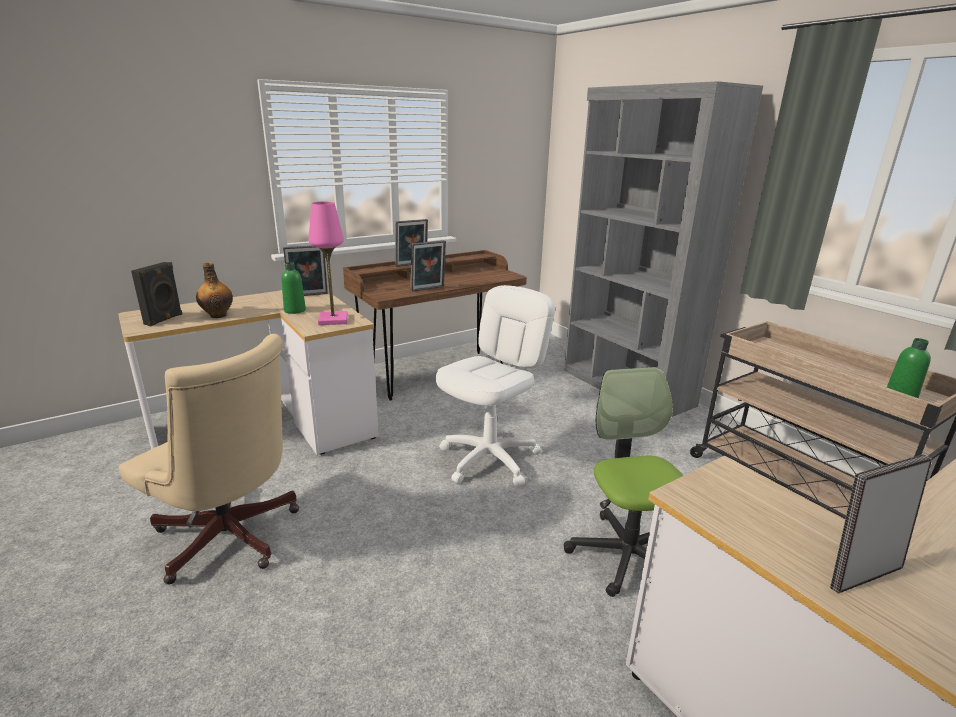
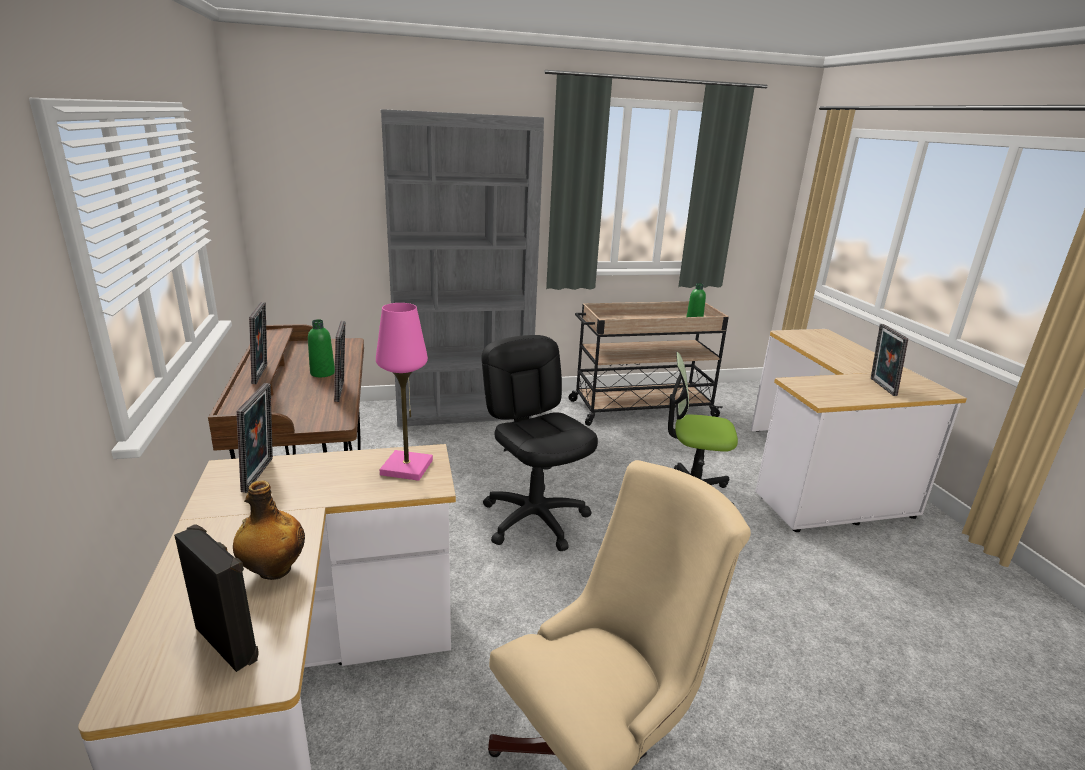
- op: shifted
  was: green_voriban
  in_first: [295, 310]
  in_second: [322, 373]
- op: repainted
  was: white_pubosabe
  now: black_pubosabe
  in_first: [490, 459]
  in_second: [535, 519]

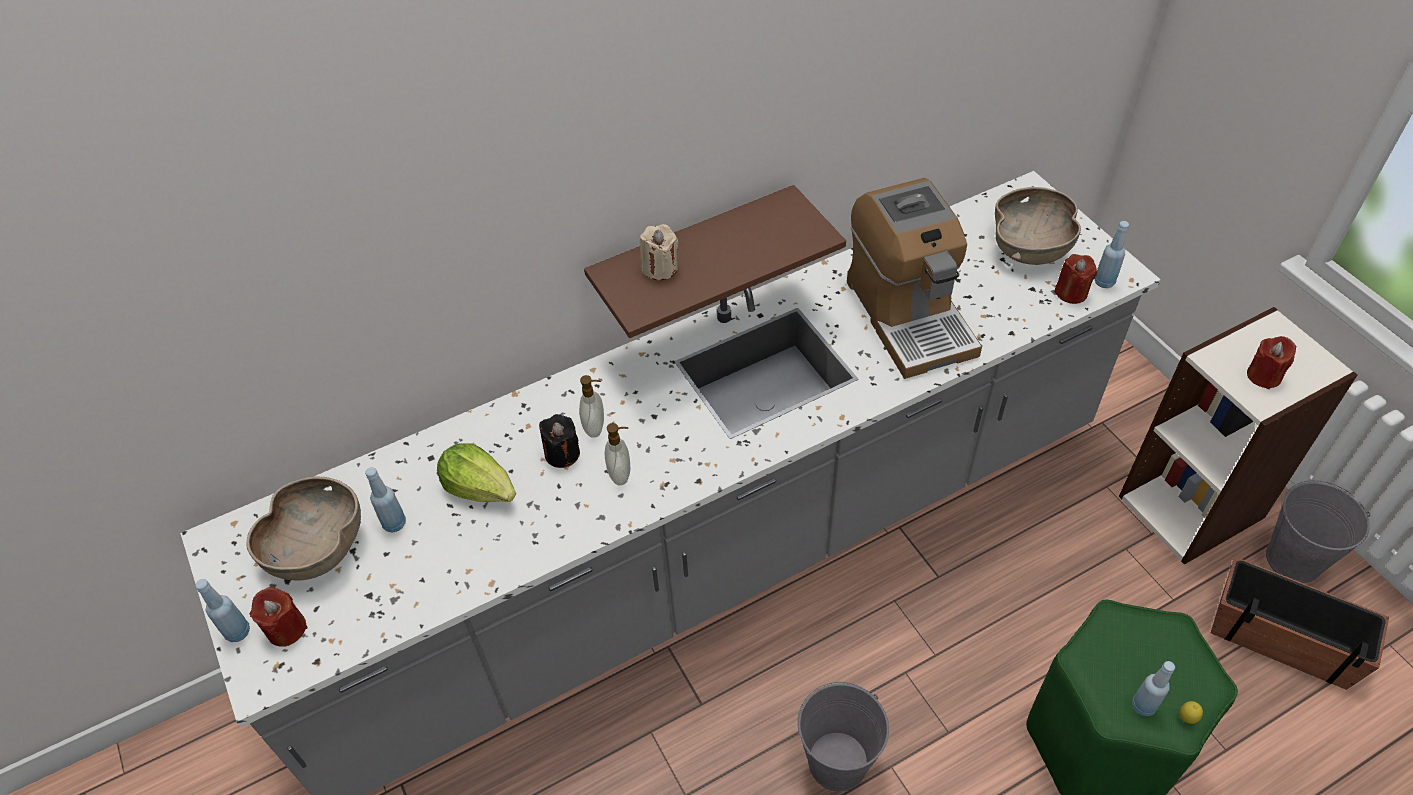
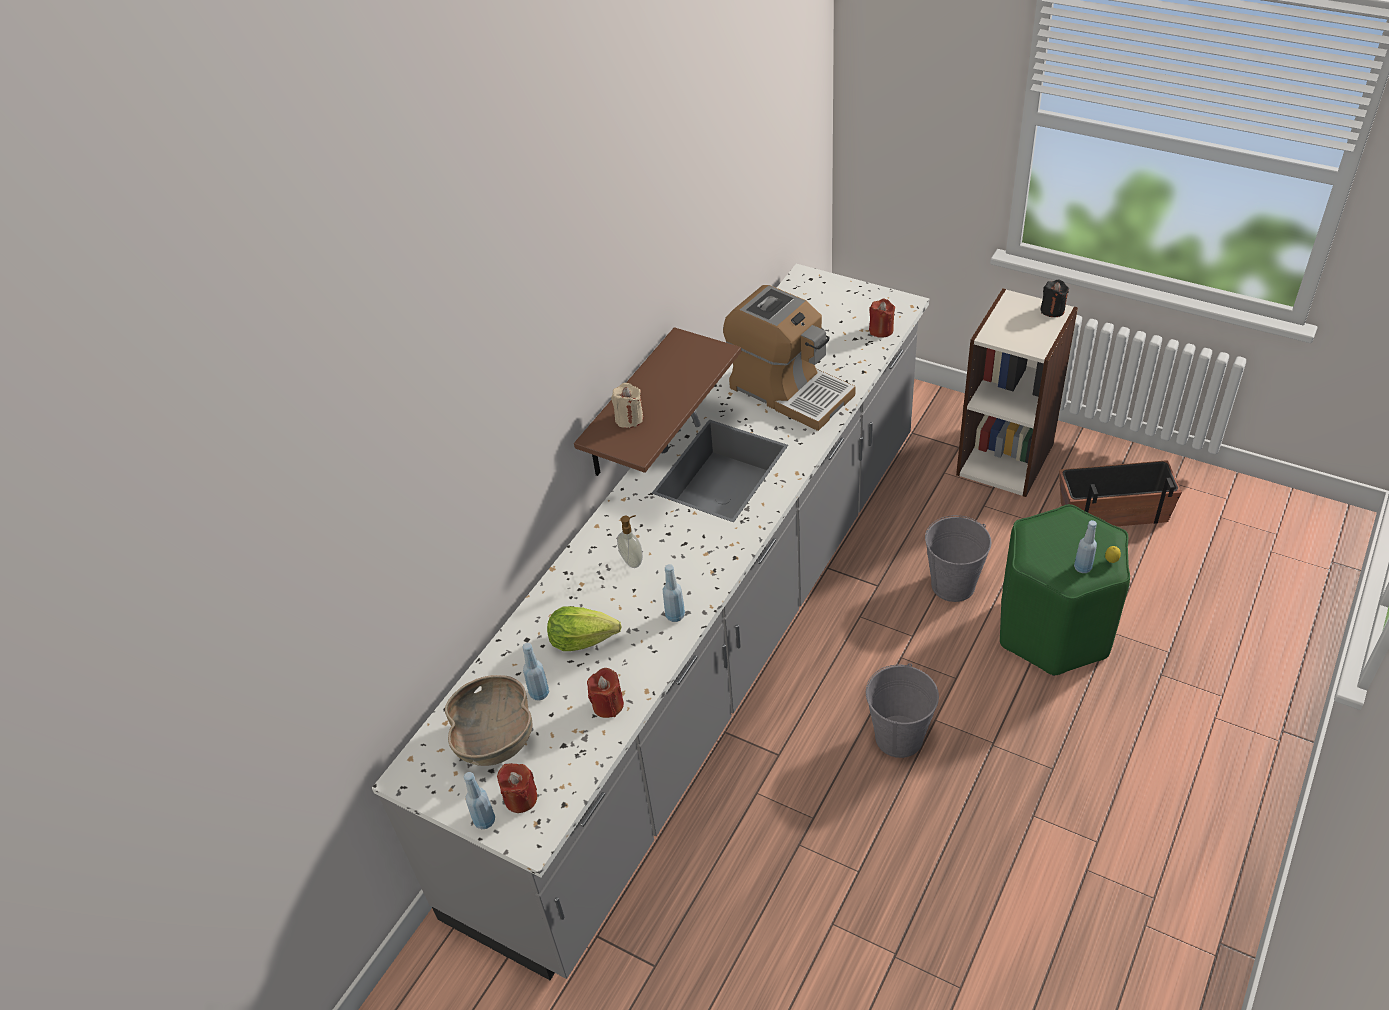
- op: shifted
  was: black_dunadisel
  in_first: [562, 454]
  in_second: [1052, 310]
- op: gone
  was: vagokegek
  in_first: [621, 474]
- op: gone
  was: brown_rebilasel
  in_first: [1030, 247]
- op: shifted
  was: blue_voriban
  in_first: [1104, 282]
  in_second: [675, 615]
- op: shifted
  was: red_dunadisel
  in_first: [1263, 376]
  in_second: [608, 705]
- op: shifted
  was: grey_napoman
  in_first: [1294, 560]
  in_second: [953, 585]

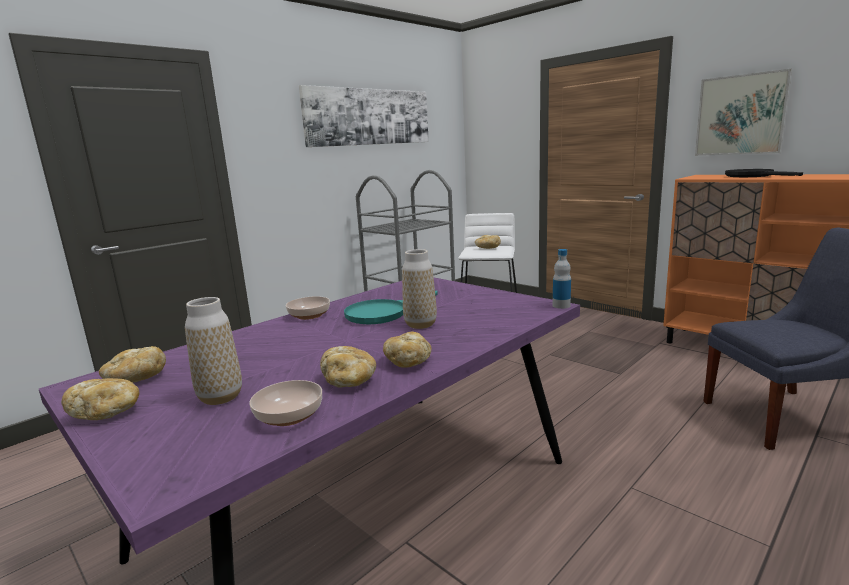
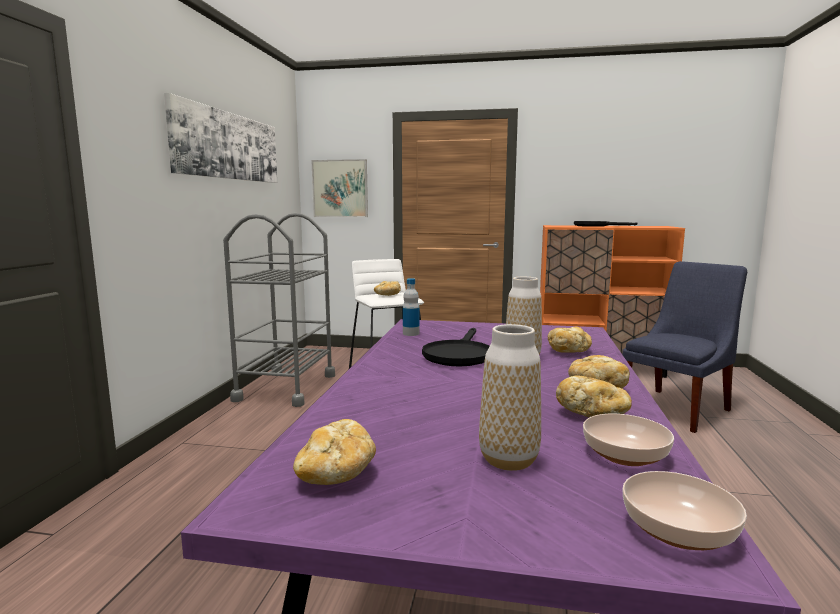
- op: shifted
  was: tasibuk
  in_first: [107, 412]
  in_second: [569, 351]
- op: shifted
  was: rebilasel
  in_first: [309, 315]
  in_second: [680, 530]
- op: repainted
  was: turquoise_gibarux
  now: black_gibarux
  in_first: [383, 313]
  in_second: [458, 354]
- op: shifted
  was: voriban
  in_first: [561, 306]
  in_second: [411, 333]
- op: shifted
  was: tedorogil
  in_first: [740, 115]
  in_second: [340, 188]

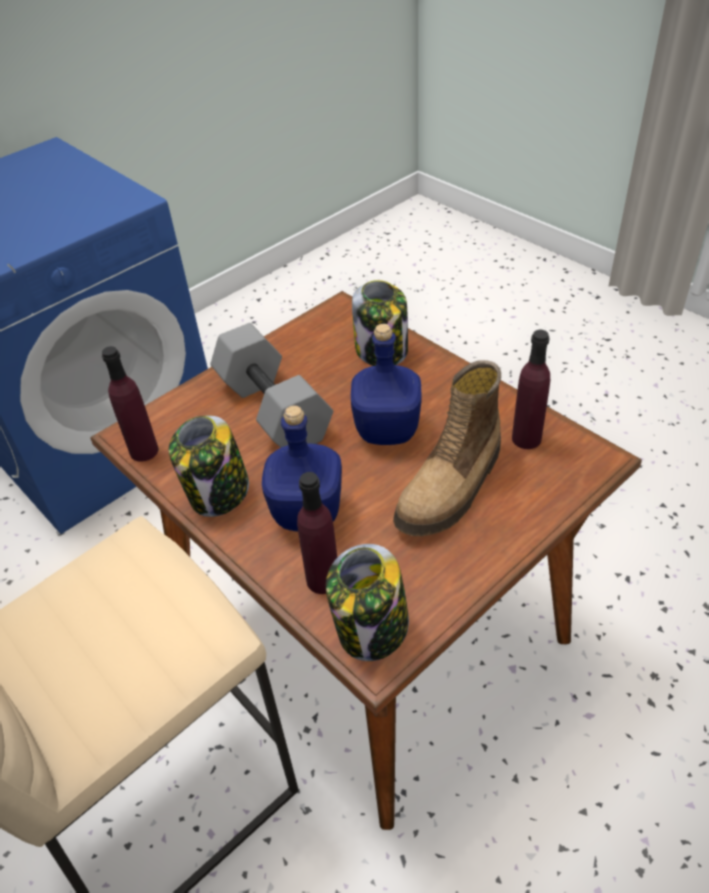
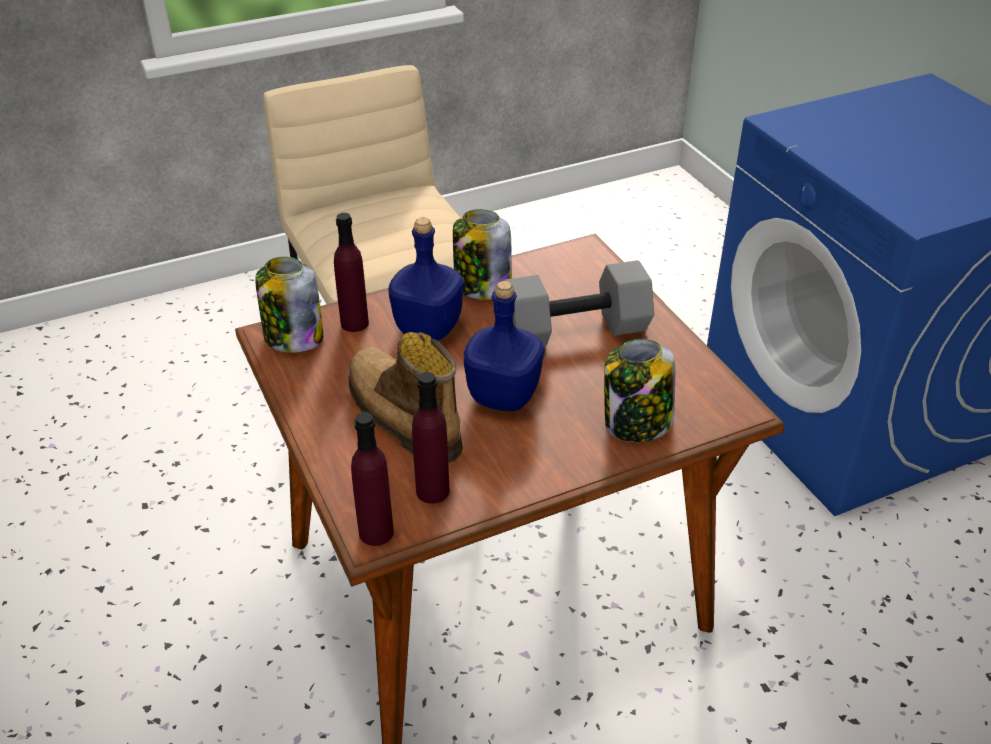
- op: shifted
  was: purple_voriban
  in_first: [144, 451]
  in_second: [376, 532]

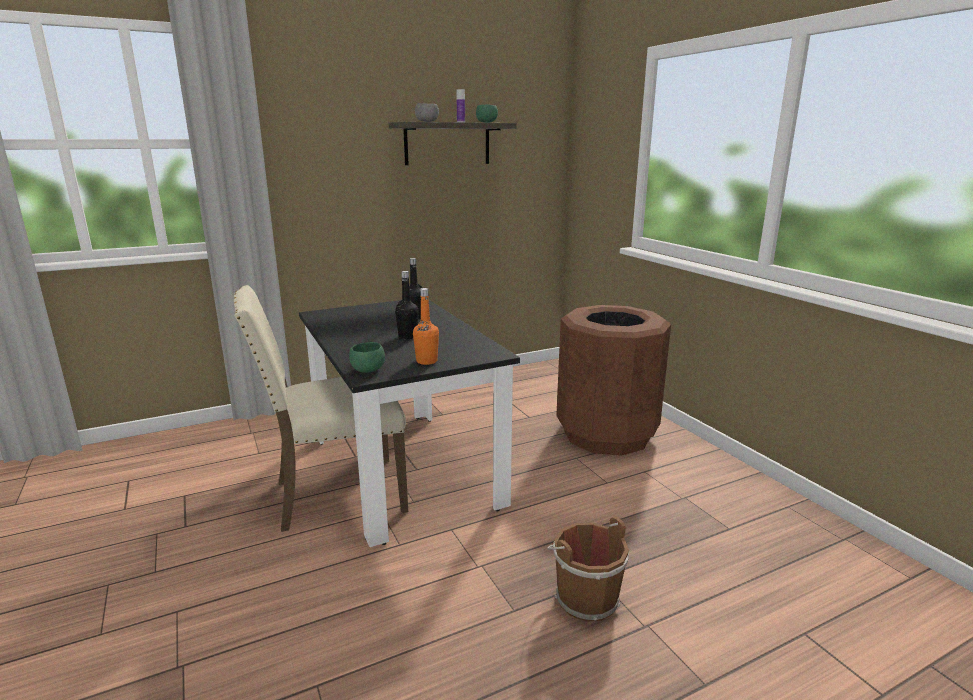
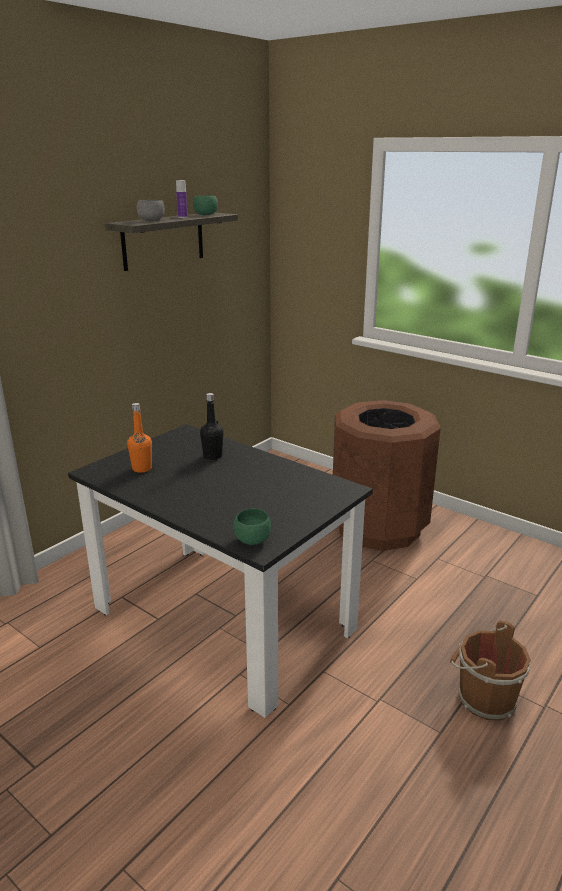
- op: gone
  was: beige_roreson
  in_first: [336, 495]
- op: gone
  was: black_voriban
  in_first: [408, 336]
- op: shifted
  was: orange_voriban
  in_first: [426, 361]
  in_second: [142, 468]

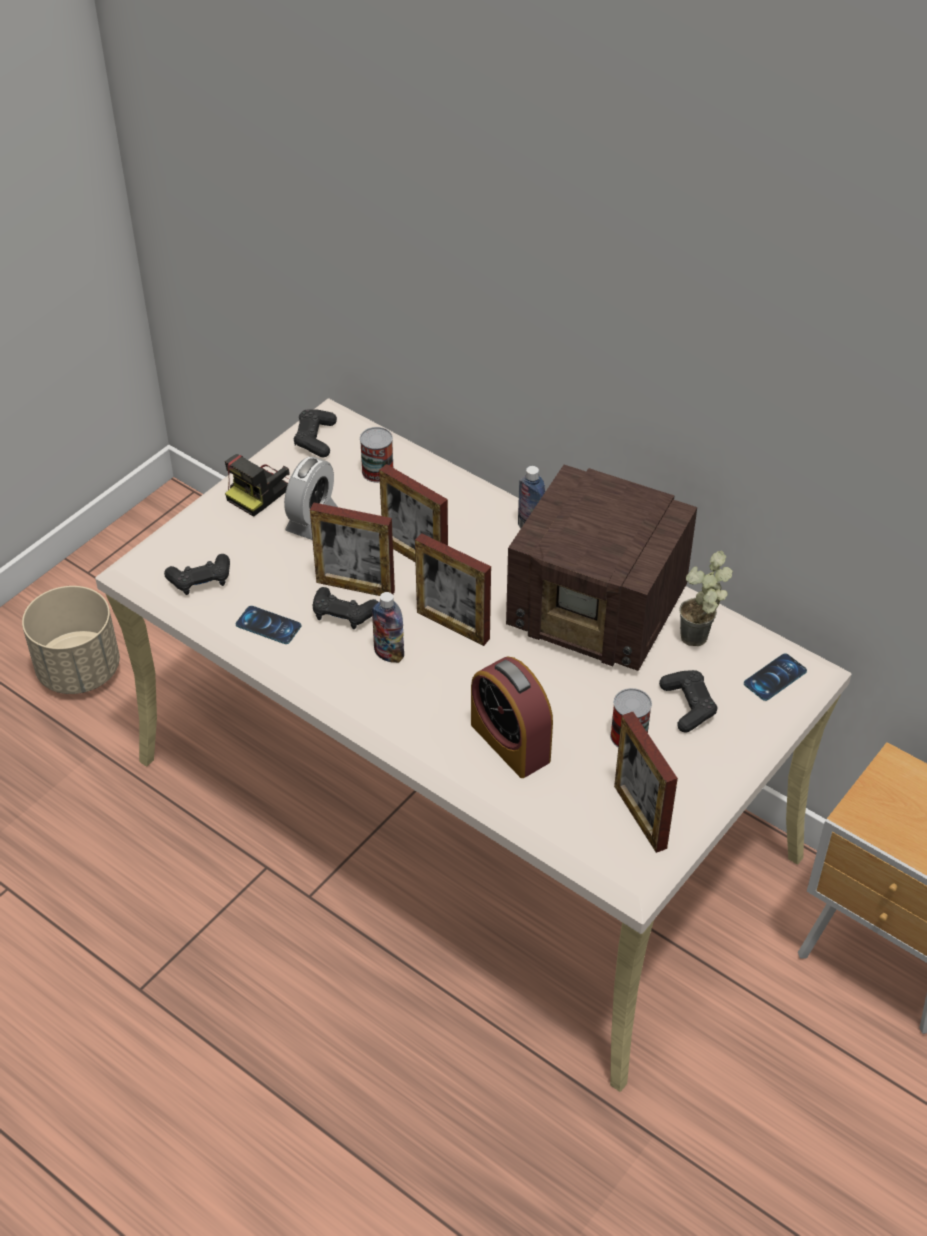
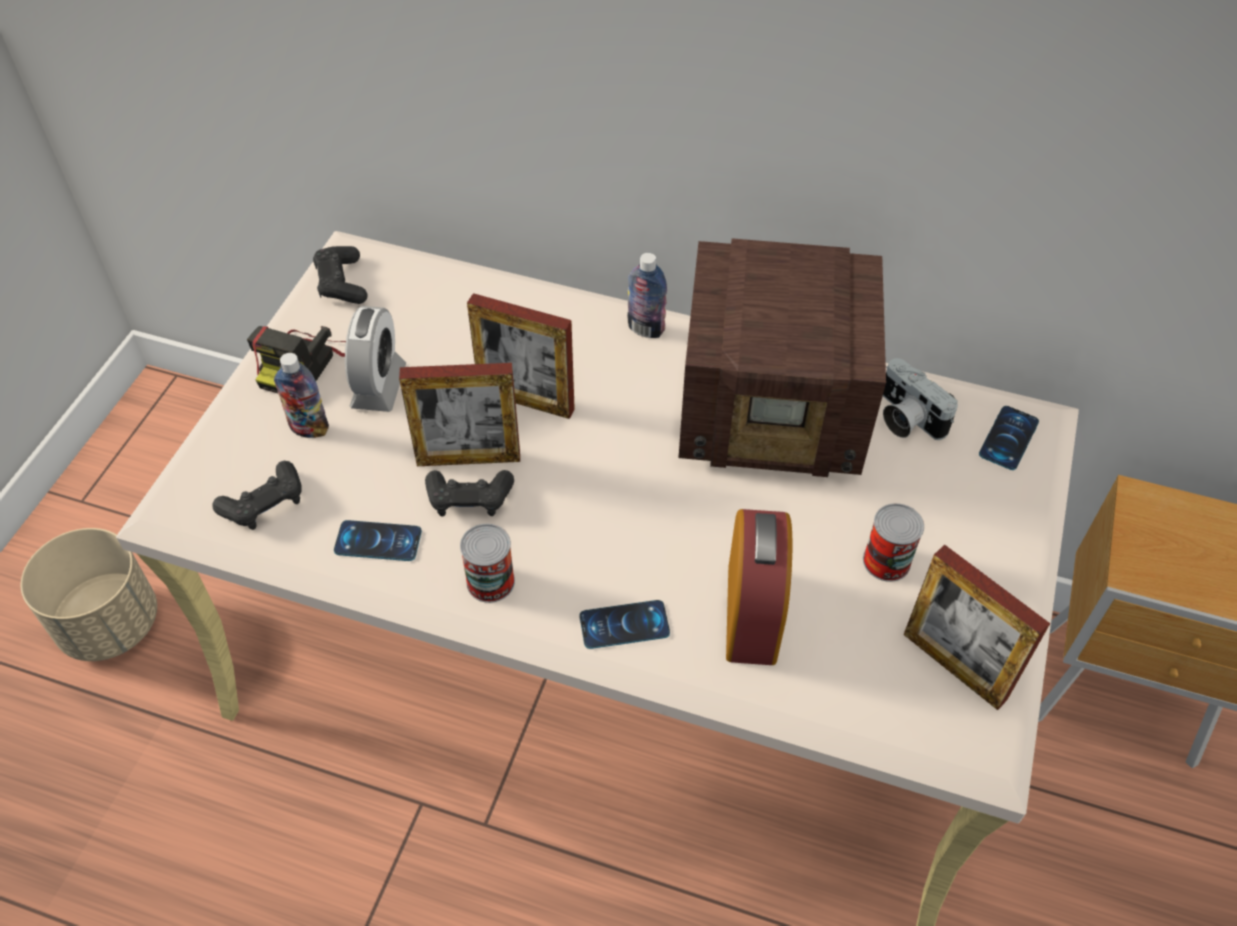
- op: shifted
  was: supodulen
  in_first: [377, 471]
  in_second: [490, 582]
- op: shifted
  was: voriban
  in_first: [389, 654]
  in_second: [309, 428]
- op: gone
  was: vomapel
  in_first: [453, 625]
- op: rotated
  was: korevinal
  in_first: [510, 742]
  in_second: [751, 613]
  clockwise: -120
- op: gone
  was: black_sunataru
  in_first: [688, 706]
- op: swapped
  was: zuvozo
  now: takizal
  in_first: [700, 642]
  in_second: [905, 418]
- op: new
  now: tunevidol
  in_second: [624, 625]

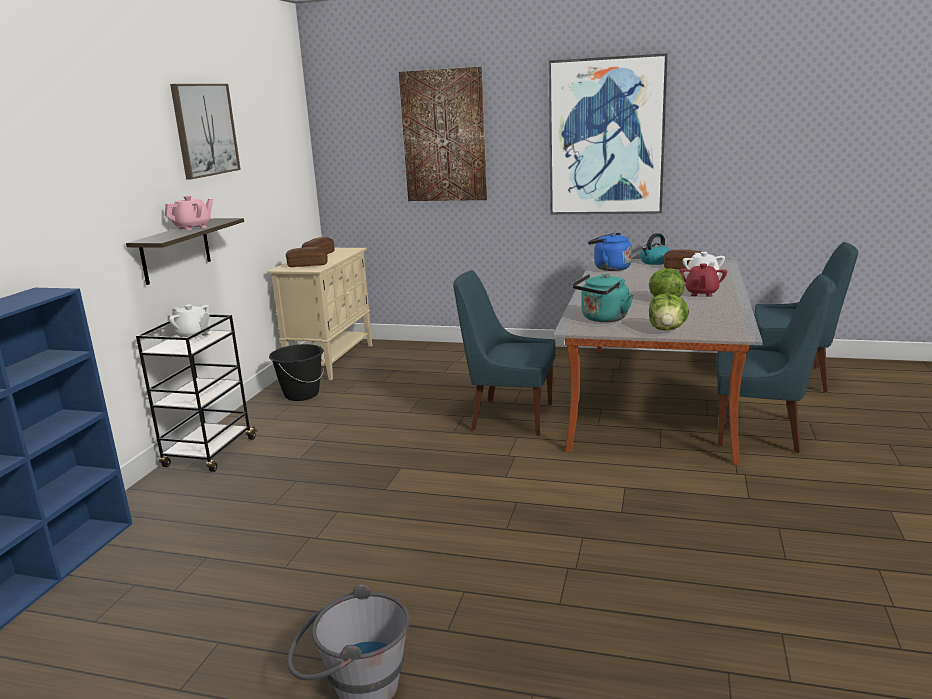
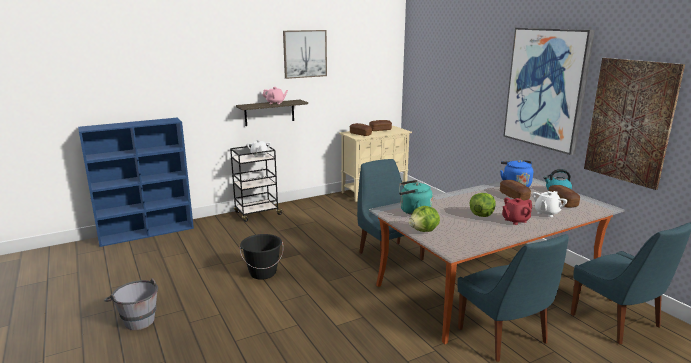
- op: shifted
  was: black_napoman
  in_first: [301, 394]
  in_second: [263, 273]
- op: shifted
  was: tedorogil
  in_first: [444, 136]
  in_second: [630, 121]
- op: new
  now: tasibuk
  in_second: [514, 196]

